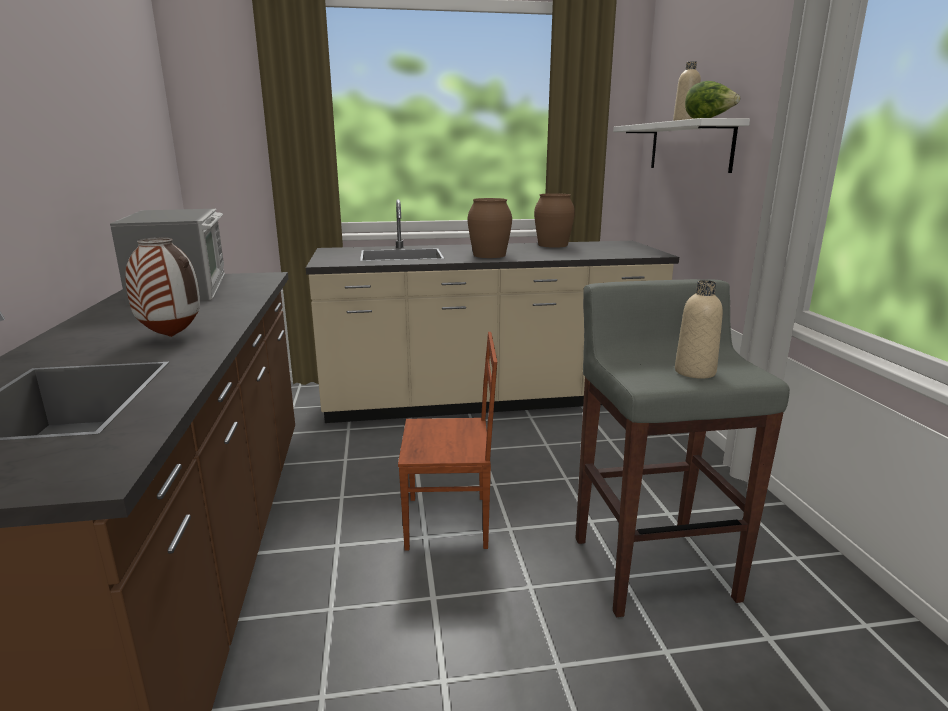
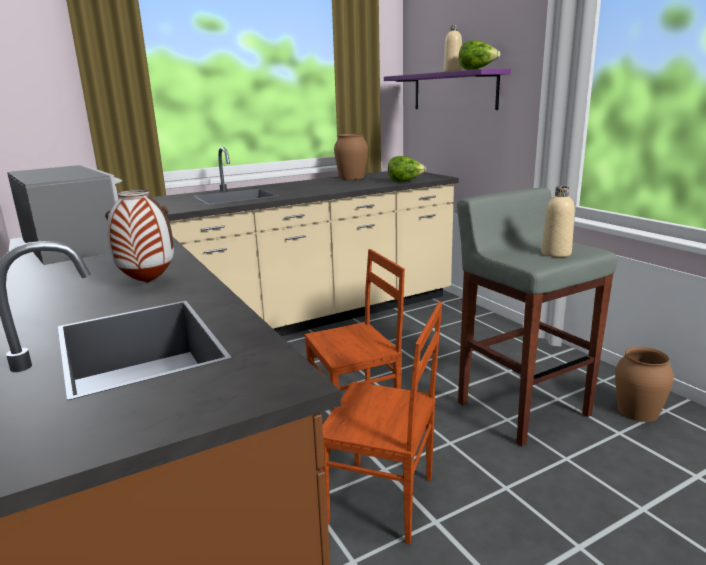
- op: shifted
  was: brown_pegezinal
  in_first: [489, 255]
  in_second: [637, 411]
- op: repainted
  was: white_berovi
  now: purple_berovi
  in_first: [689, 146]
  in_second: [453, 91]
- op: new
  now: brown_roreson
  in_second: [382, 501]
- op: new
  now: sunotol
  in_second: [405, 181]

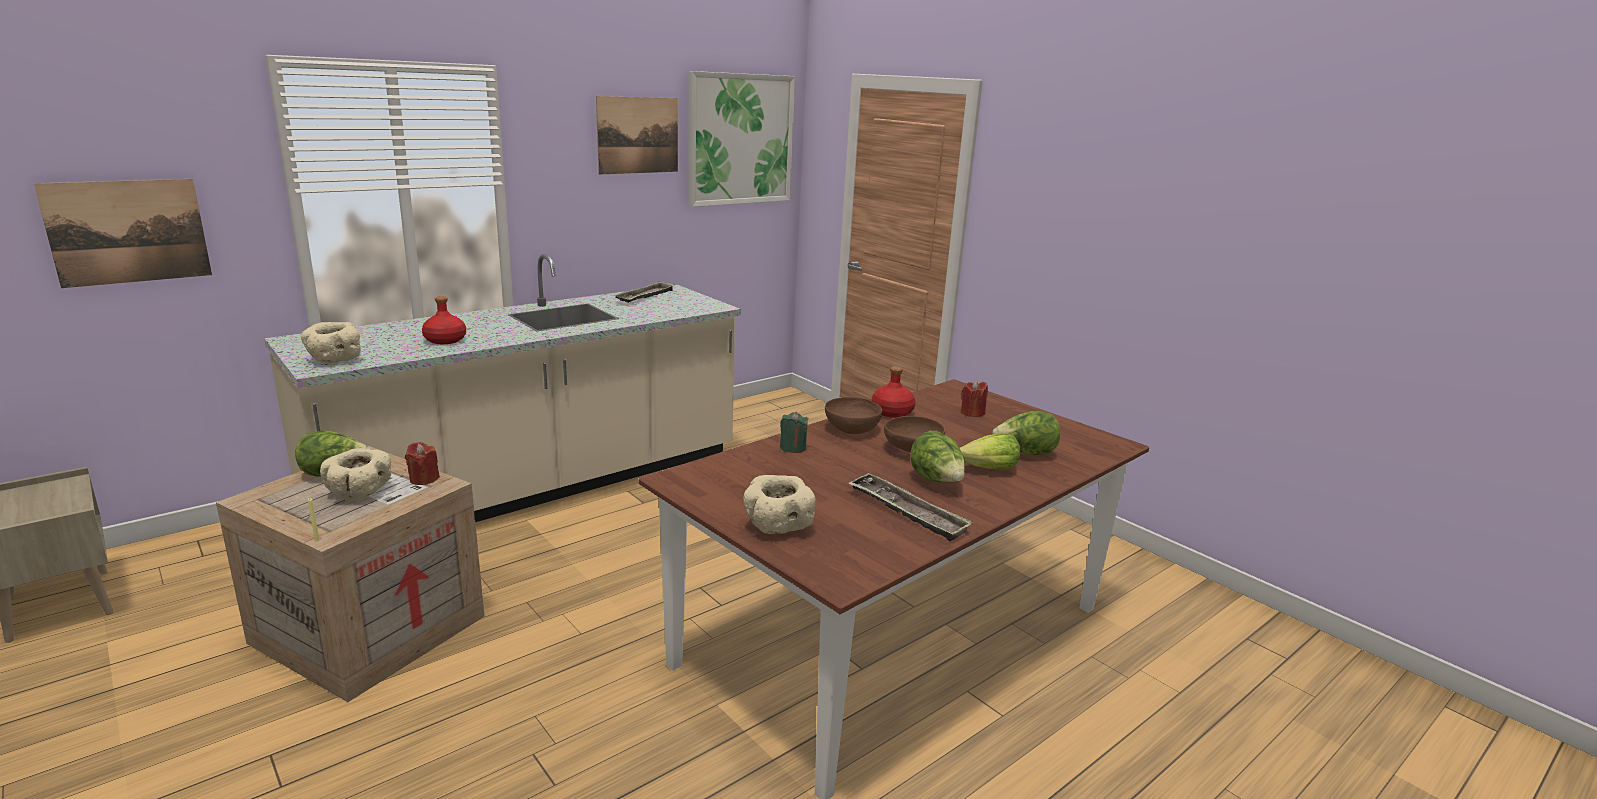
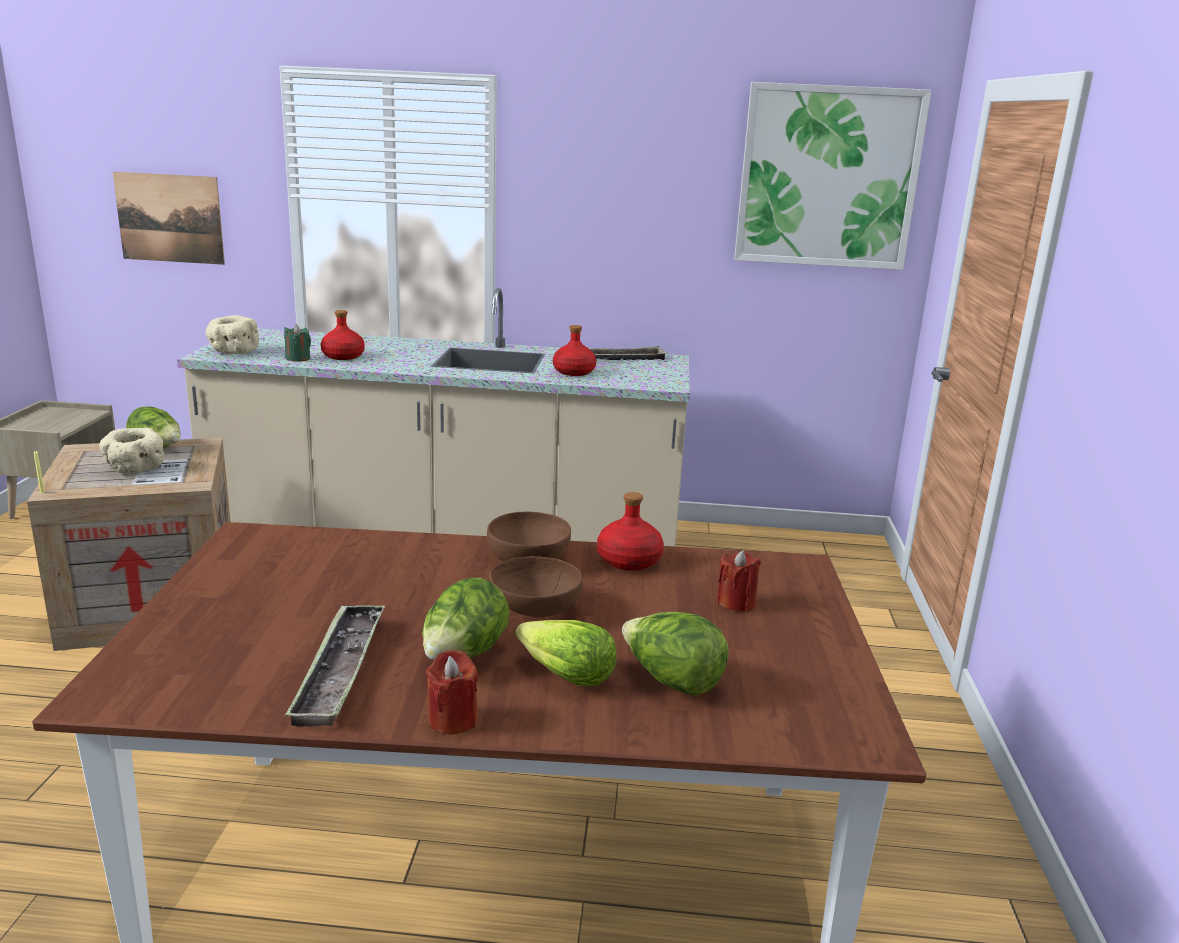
- op: shifted
  was: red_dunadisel
  in_first: [424, 479]
  in_second: [452, 720]
- op: gone
  was: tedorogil
  in_first: [638, 135]
- op: gone
  was: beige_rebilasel
  in_first: [777, 527]
- op: shifted
  was: green_dunadisel
  in_first: [793, 448]
  in_second: [298, 358]
- op: new
  now: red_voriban
  in_second: [573, 372]

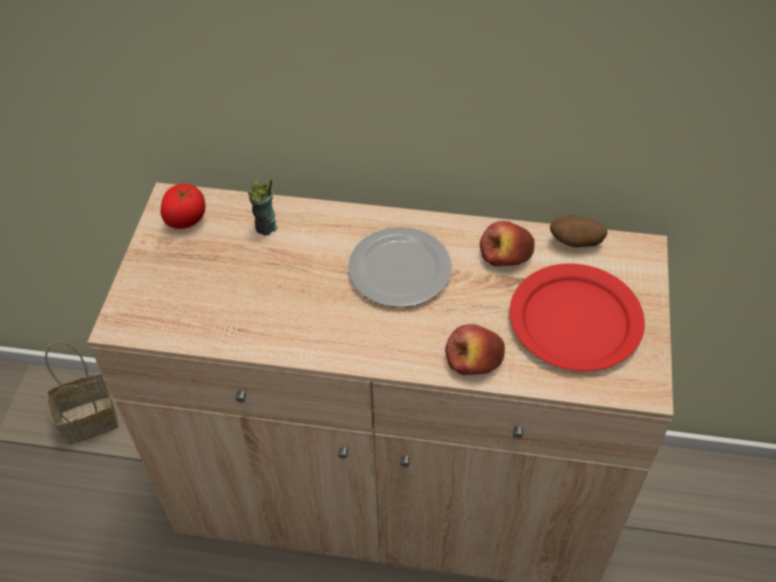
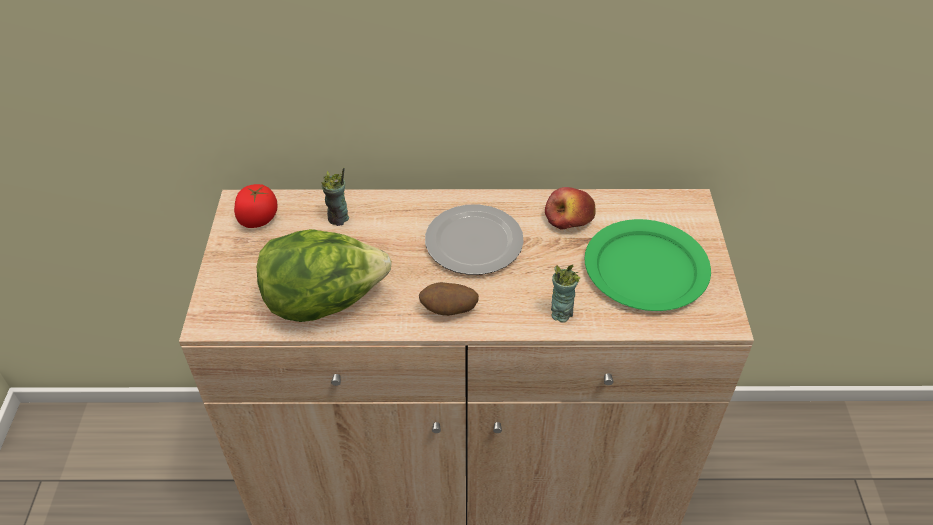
- op: gone
  was: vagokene
  in_first: [88, 421]
- op: swapped
  was: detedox
  now: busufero
  in_first: [474, 359]
  in_second: [561, 312]
- op: repainted
  was: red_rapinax
  now: green_rapinax
  in_first: [575, 320]
  in_second: [646, 268]
- op: shifted
  was: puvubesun
  in_first: [575, 243]
  in_second: [449, 310]
- op: new
  now: sunotol
  in_second: [324, 302]

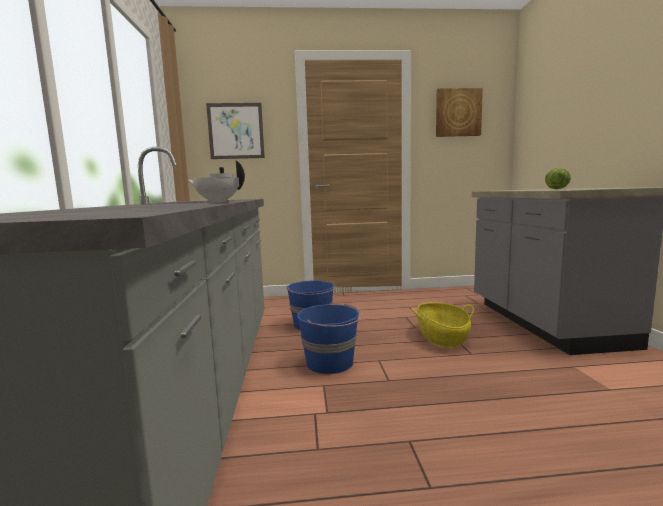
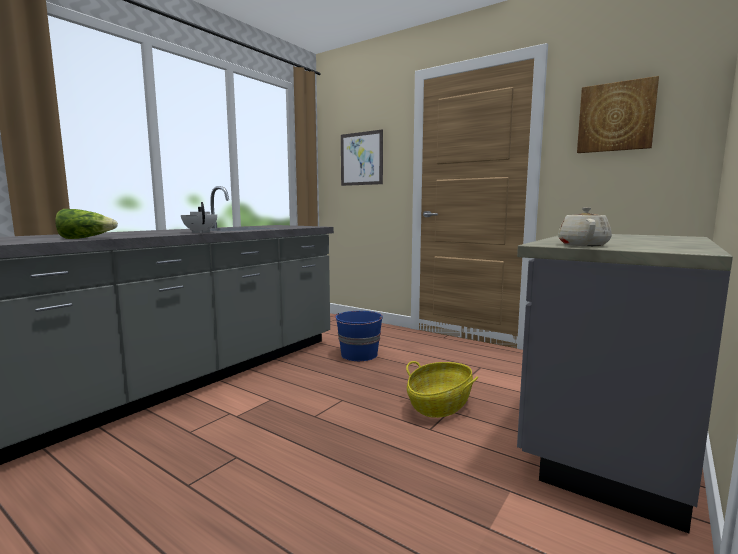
- op: gone
  was: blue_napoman
  in_first: [330, 363]
- op: shifted
  was: sunotol
  in_first: [556, 189]
  in_second: [86, 238]
- op: new
  now: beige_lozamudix
  in_second: [583, 245]

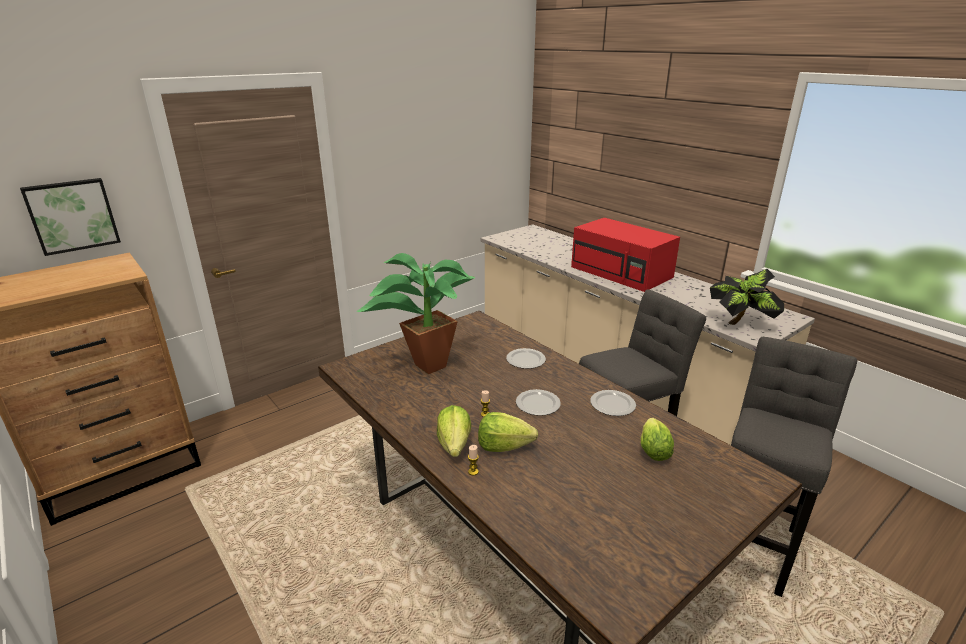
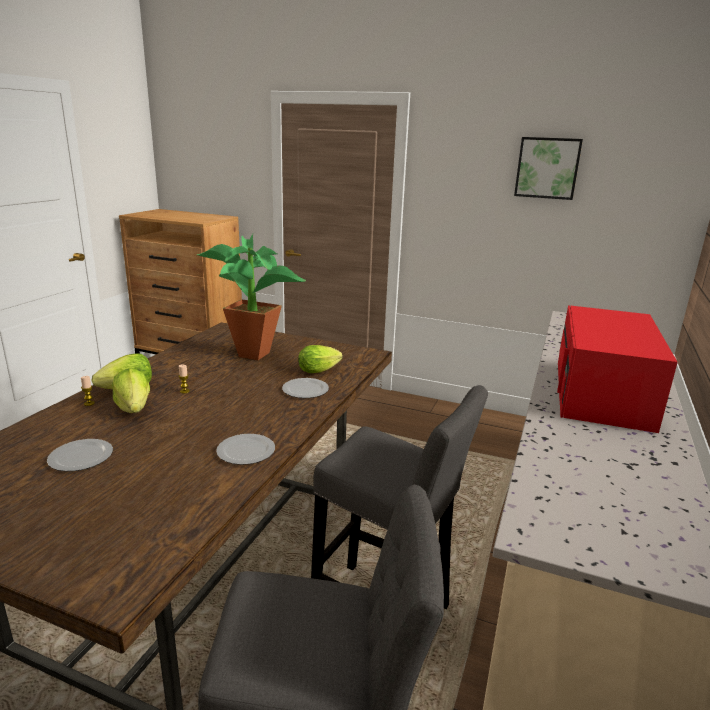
- op: shifted
  was: tedorogil
  in_first: [72, 215]
  in_second: [547, 168]
- op: shifted
  was: rapinax
  in_first: [538, 404]
  in_second: [81, 458]
- op: shifted
  was: sunotol
  in_first: [653, 449]
  in_second: [320, 370]
- op: gone
  was: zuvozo
  in_first: [741, 324]

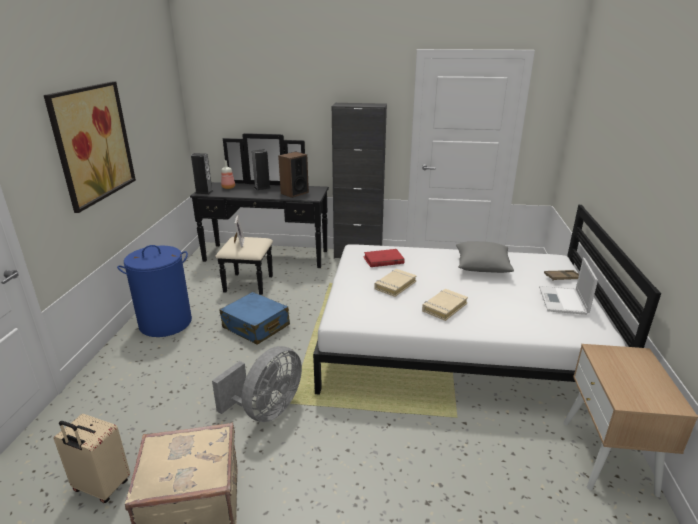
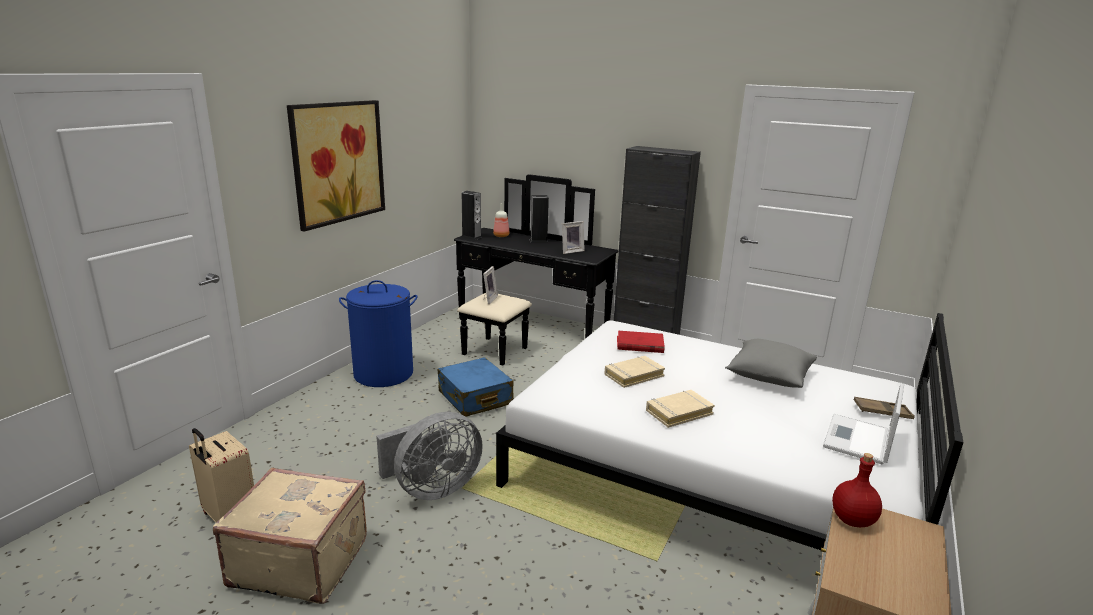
- op: swapped
  was: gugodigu
  now: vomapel
  in_first: [294, 193]
  in_second: [571, 251]
- op: new
  now: red_voriban
  in_second: [852, 519]

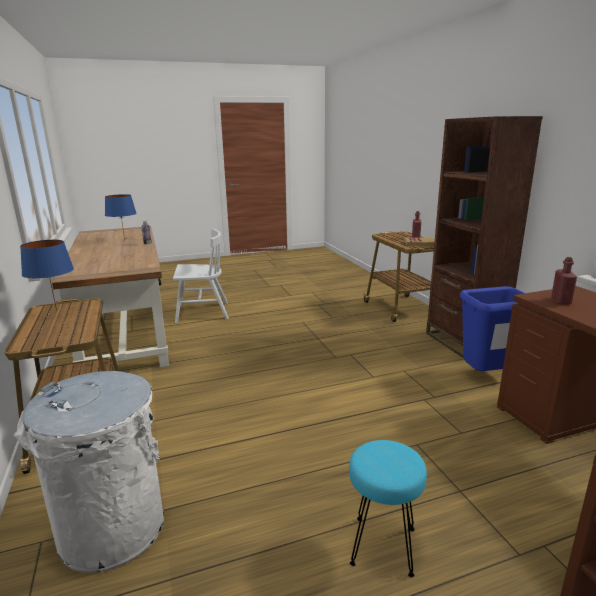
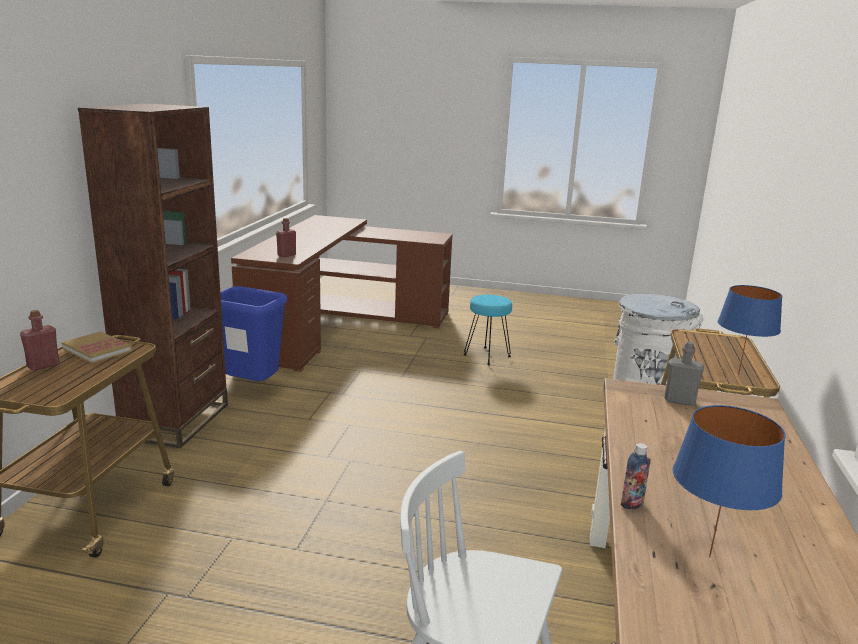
- op: new
  now: grey_voriban
  in_second: [679, 400]

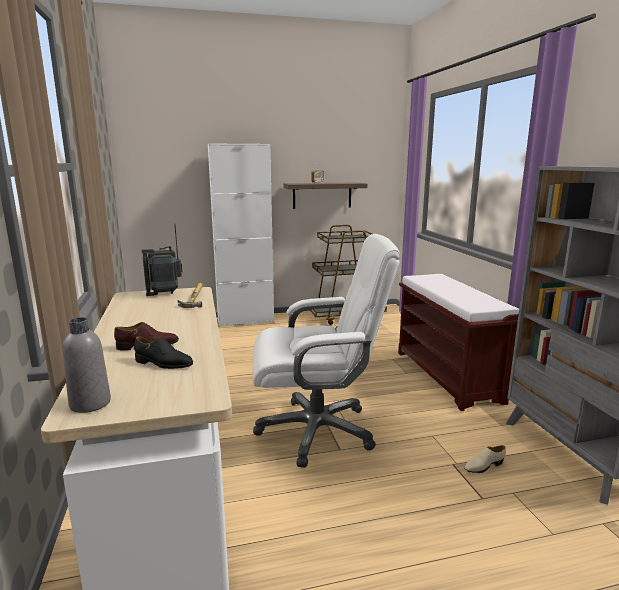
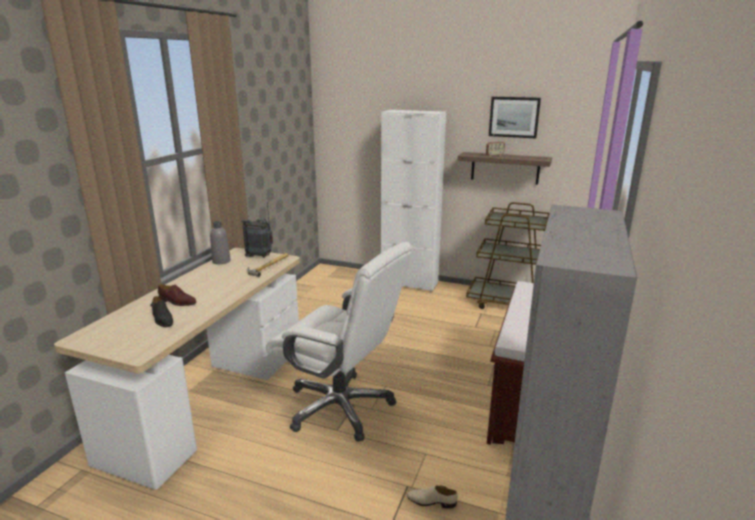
- op: shifted
  was: grey_voriban
  in_first: [90, 403]
  in_second: [221, 261]
- op: new
  now: tedorogil
  in_second: [514, 117]

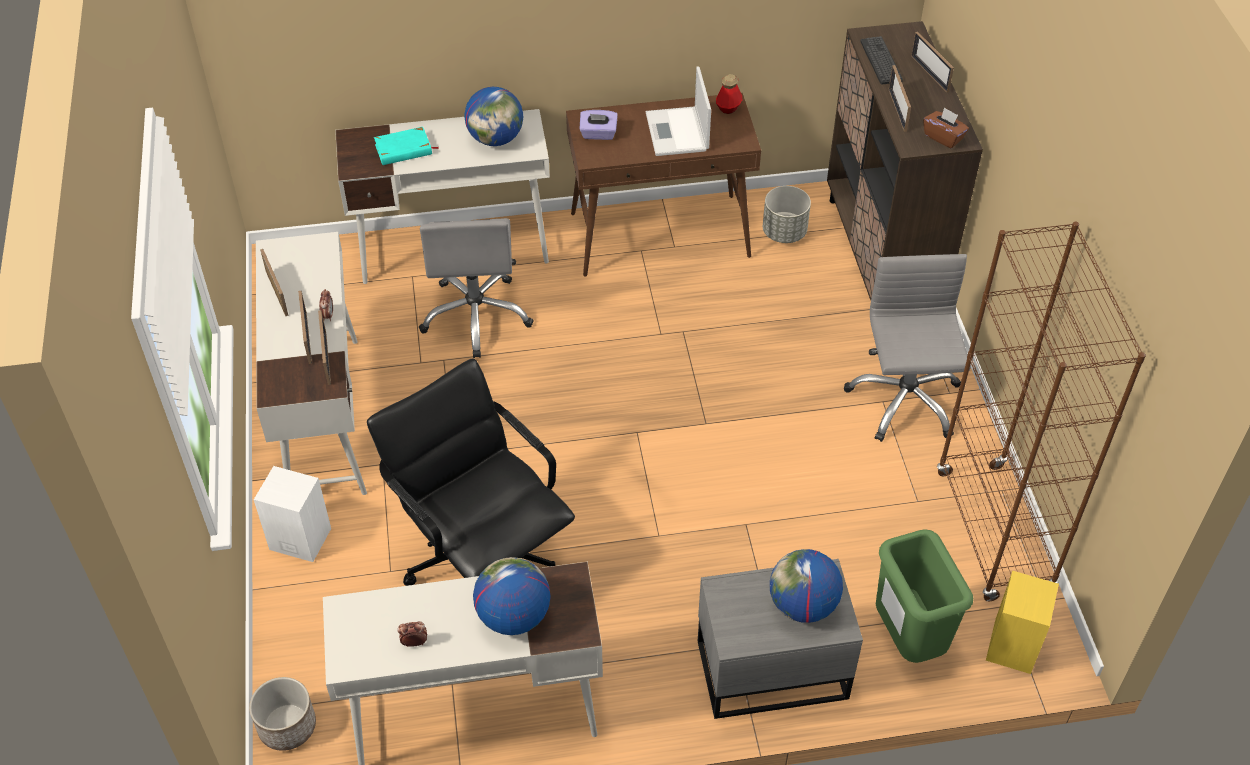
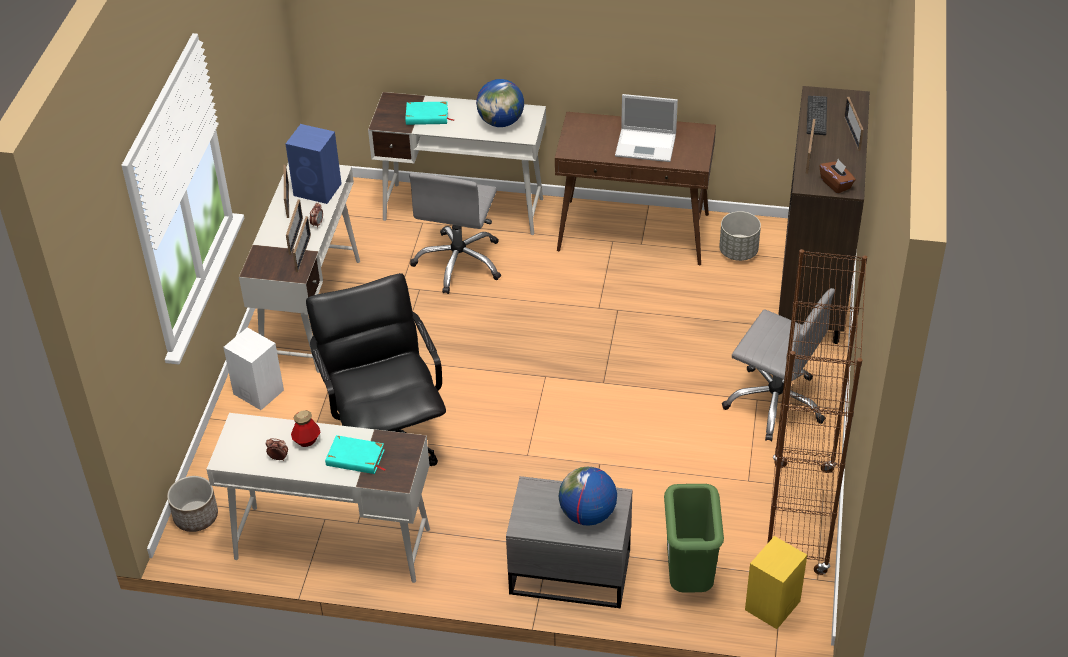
- op: swapped
  was: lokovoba
  now: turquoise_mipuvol
  in_first: [513, 616]
  in_second: [355, 458]
- op: gone
  was: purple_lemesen
  in_first: [598, 134]
- op: rotated
  was: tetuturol
  in_first: [677, 133]
  in_second: [647, 145]
  clockwise: -90
- op: shifted
  was: voriban
  in_first: [728, 108]
  in_second: [307, 440]
- op: rotated
  was: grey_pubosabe
  in_first: [904, 400]
  in_second: [775, 403]
  clockwise: 105
- op: new
  now: blue_gugodigu
  in_second: [318, 190]

